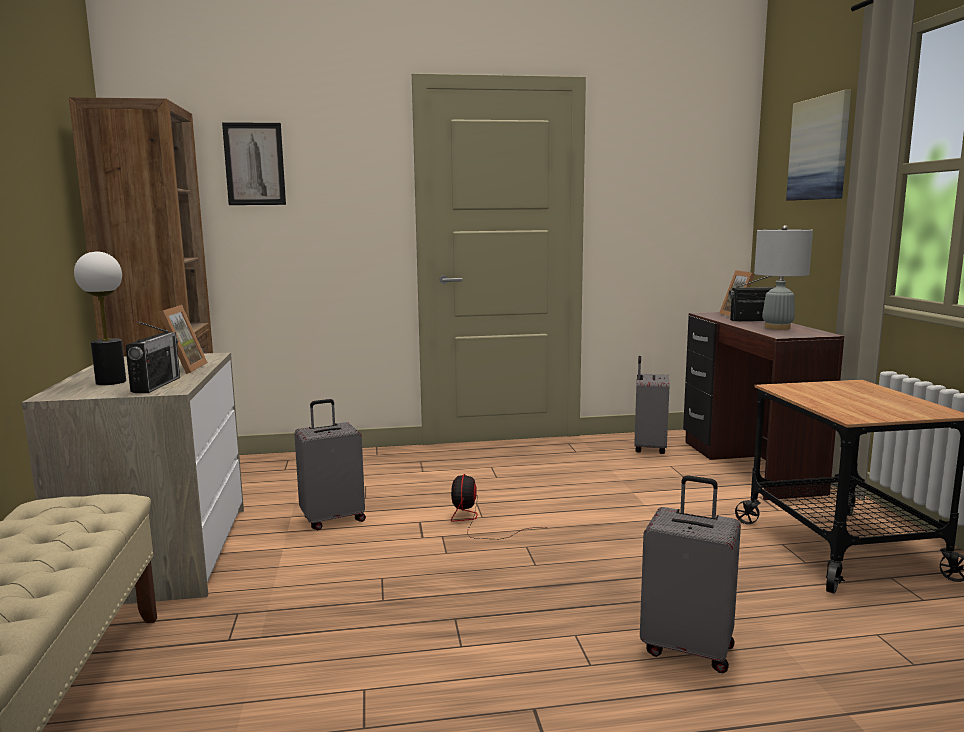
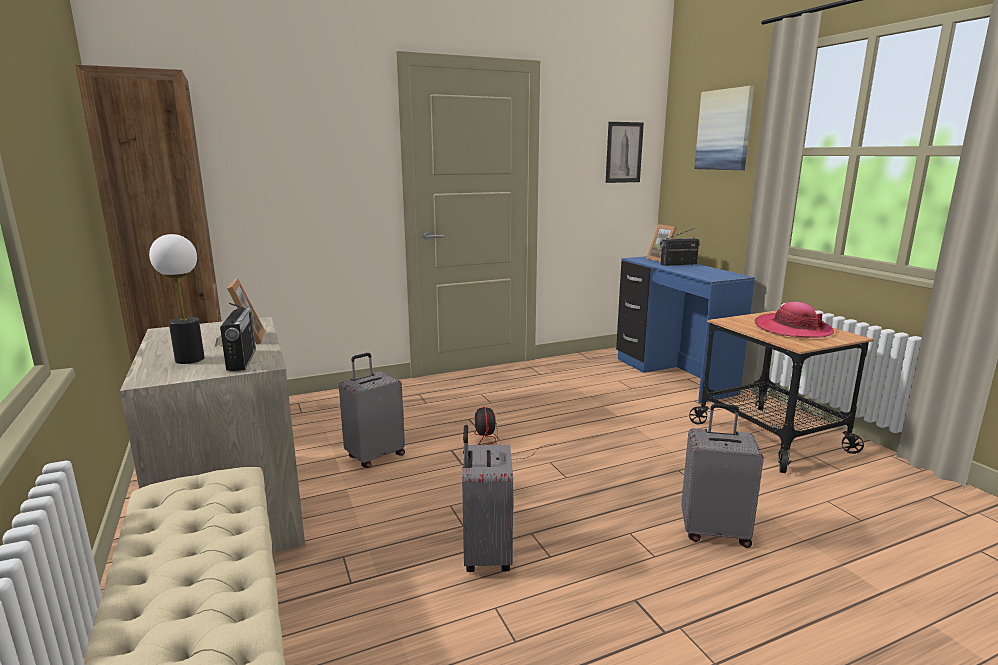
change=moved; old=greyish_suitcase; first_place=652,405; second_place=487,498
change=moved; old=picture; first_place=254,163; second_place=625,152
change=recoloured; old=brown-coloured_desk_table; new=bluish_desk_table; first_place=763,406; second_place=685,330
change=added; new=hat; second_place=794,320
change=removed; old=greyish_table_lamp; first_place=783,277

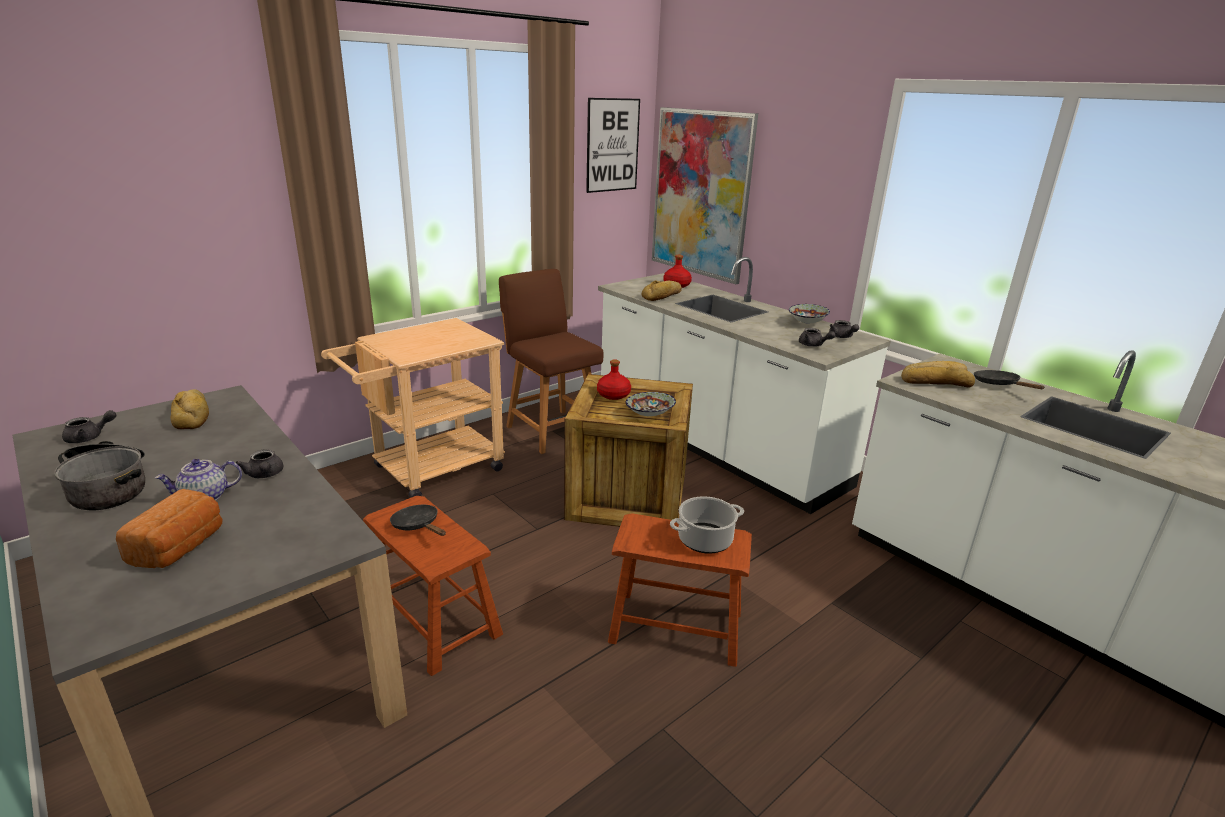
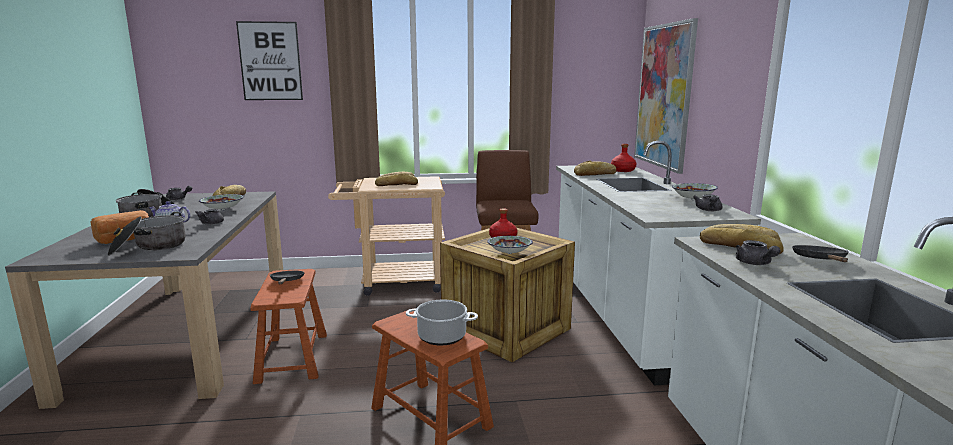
change=added; new=cooking_pot; second_place=146,234
change=added; new=deep_dish; second_place=221,202
change=moved; old=picture; first_place=613,145; second_place=269,60
change=added; new=bakery_bread; second_place=396,179
change=moved; old=greyish_teapot; first_place=817,337; second_place=758,252

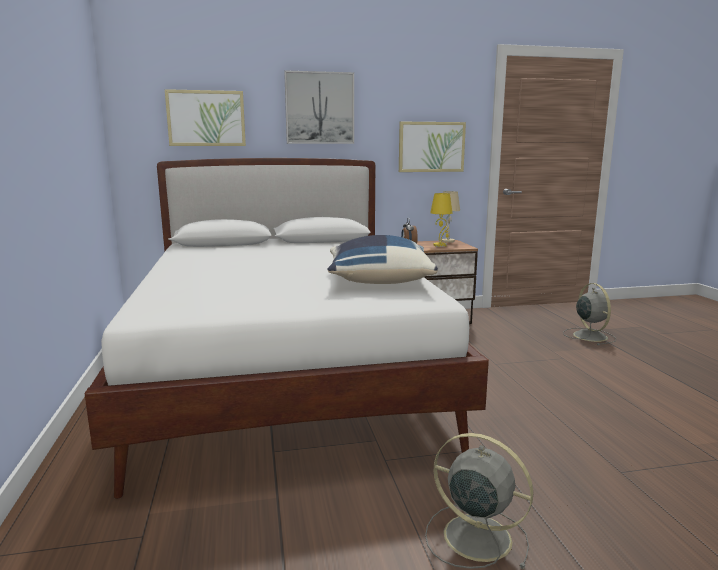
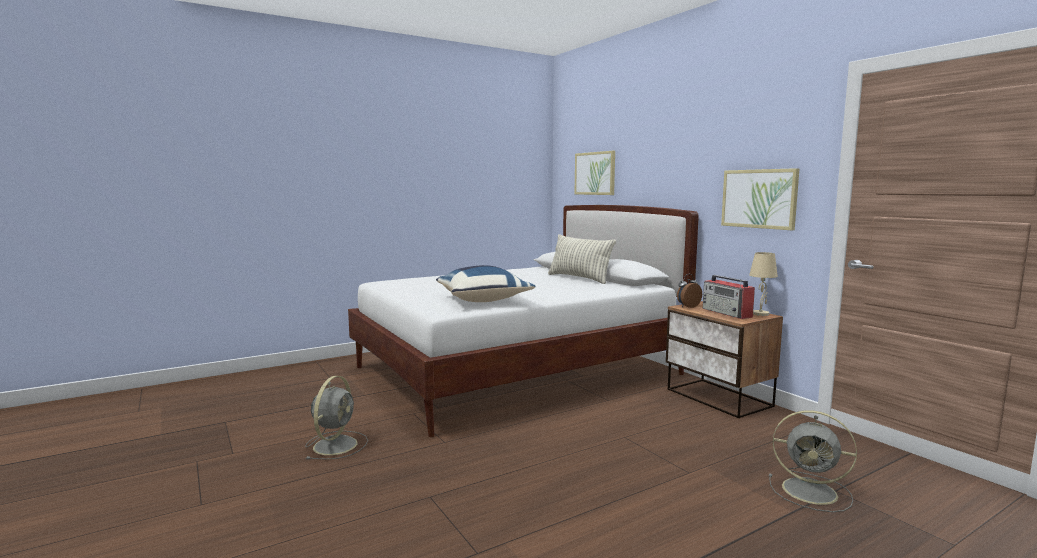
change=added; new=throw_pillow; second_place=582,259
change=replaced; old=yellow-coloured_table_lamp; new=radio_set; first_place=441,220; second_place=729,297
change=turned; old=greyish_electric_fan; first_place=589,314; second_place=813,461; degrees=60
change=removed; old=picture; first_place=319,107

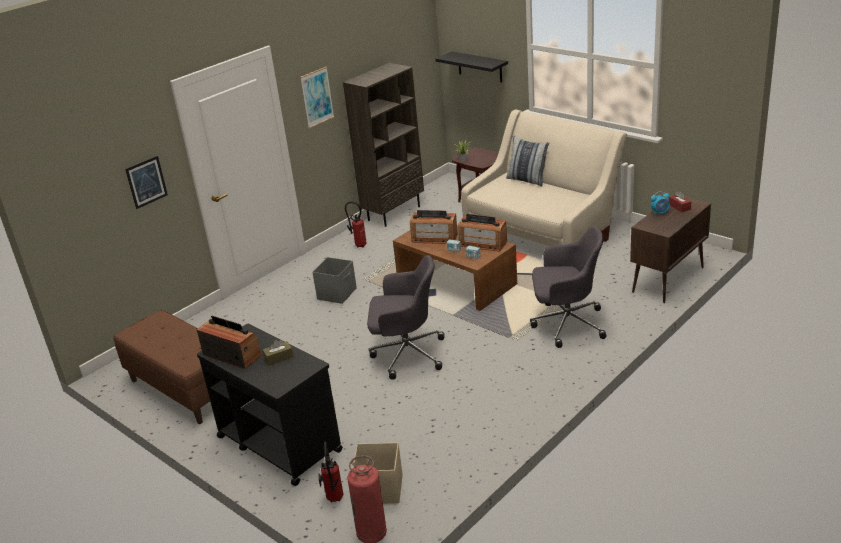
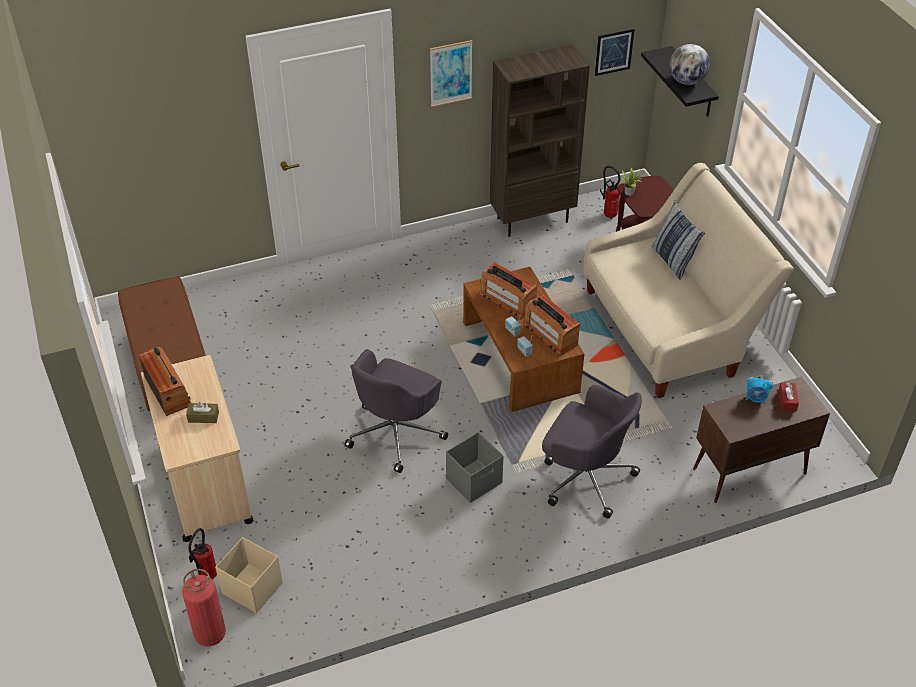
change=recoloured; old=black_cart; new=beige-coloured_cart; first_place=270,405; second_place=197,448
change=turned; old=greyish_office_chair; first_place=405,317; second_place=396,411; degrees=90
change=moved; old=greyish_storage_box; first_place=335,280; second_place=474,467
change=moved; old=picture; first_place=146,182; second_place=615,52
change=moved; old=extinguisher; first_place=356,224; second_place=610,192
change=added; new=globe; second_place=690,64

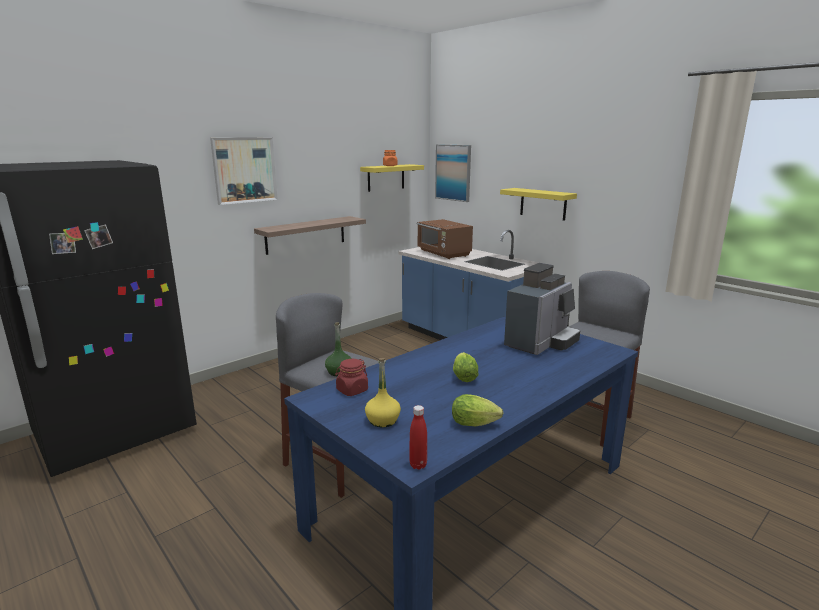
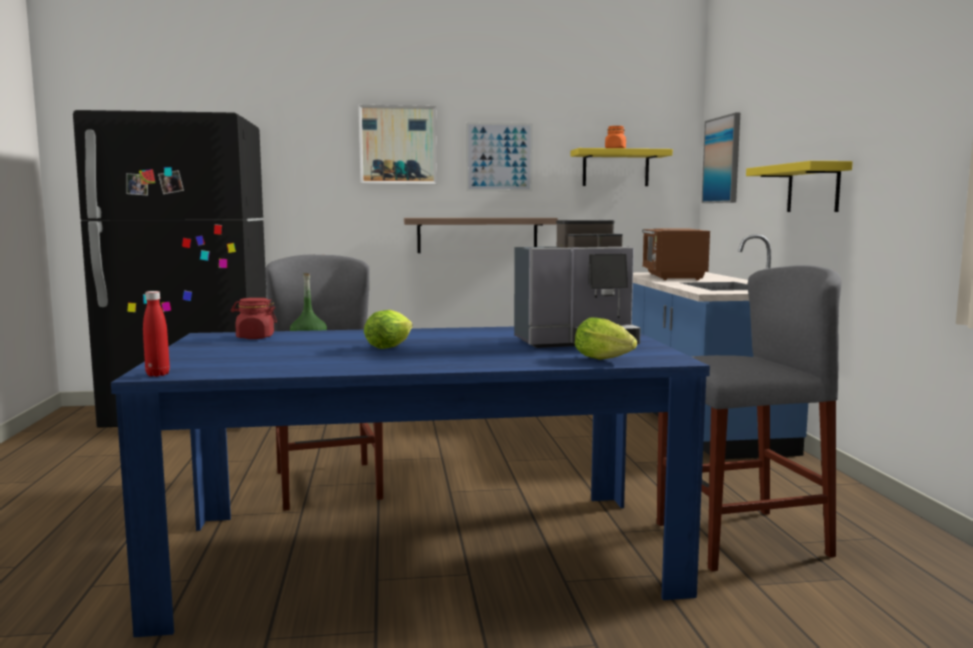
change=added; new=picture; second_place=499,156
change=moved; old=lettuce_head; first_place=477,410; second_place=606,338
change=removed; old=yellow-coloured_beverage_bottle; first_place=383,392

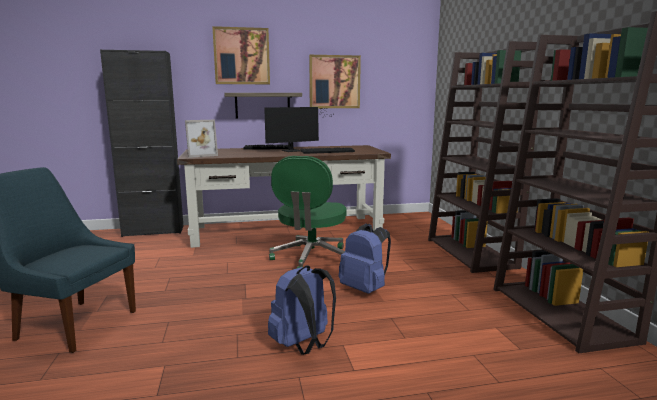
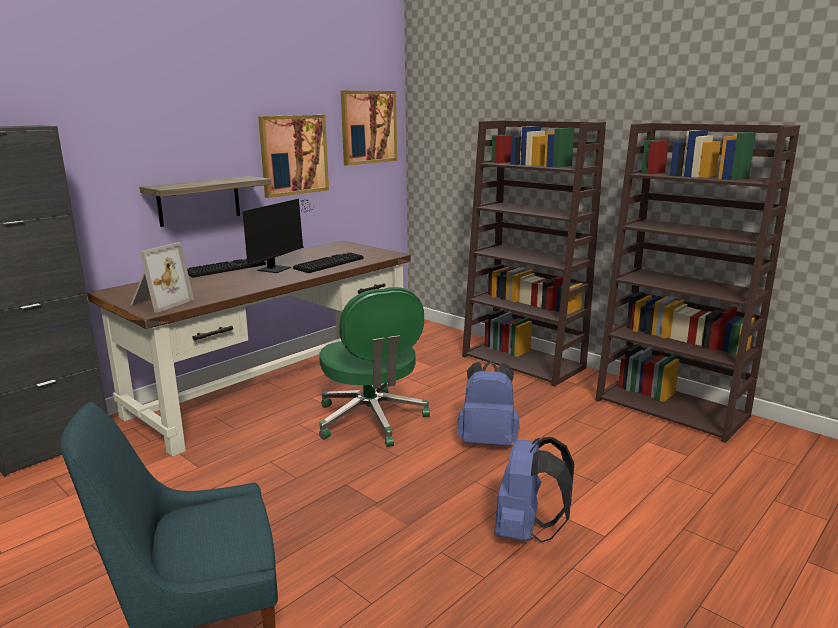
change=moved; old=picture; first_place=241,55; second_place=369,128

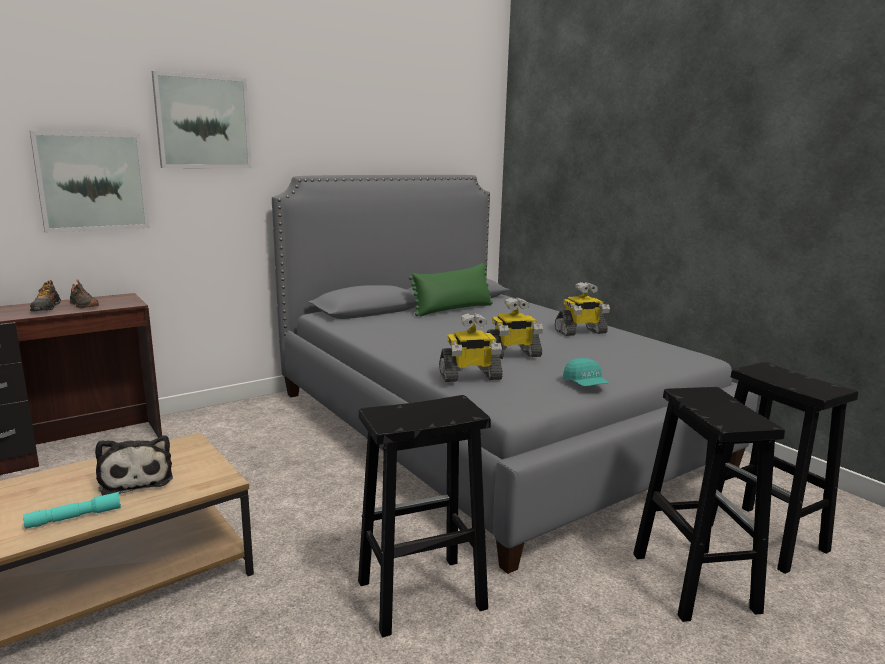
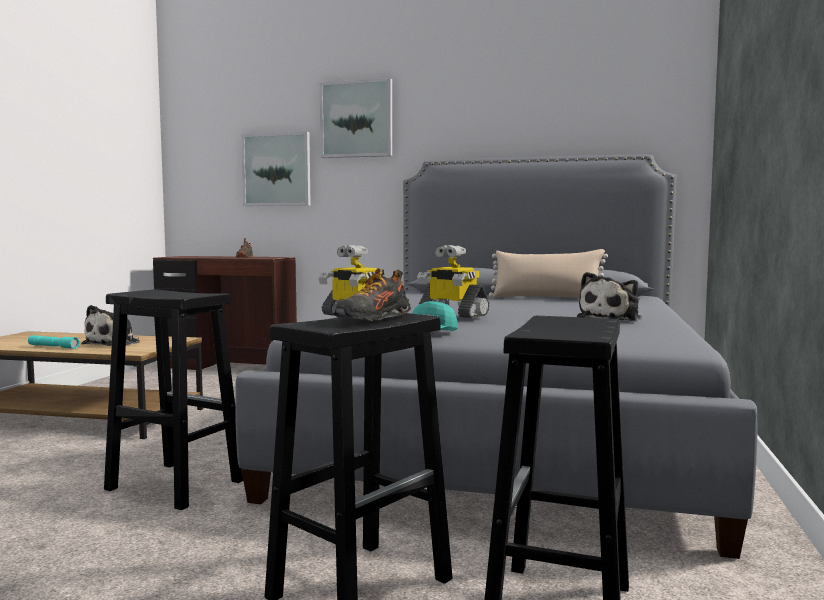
change=moved; old=shoe; first_place=45,296; second_place=372,294
change=recoloured; old=green_throw_pillow; new=beige-coloured_throw_pillow; first_place=451,289; second_place=548,273
change=replaced; old=model_robot; new=cuddly_toy; first_place=582,309; second_place=609,297

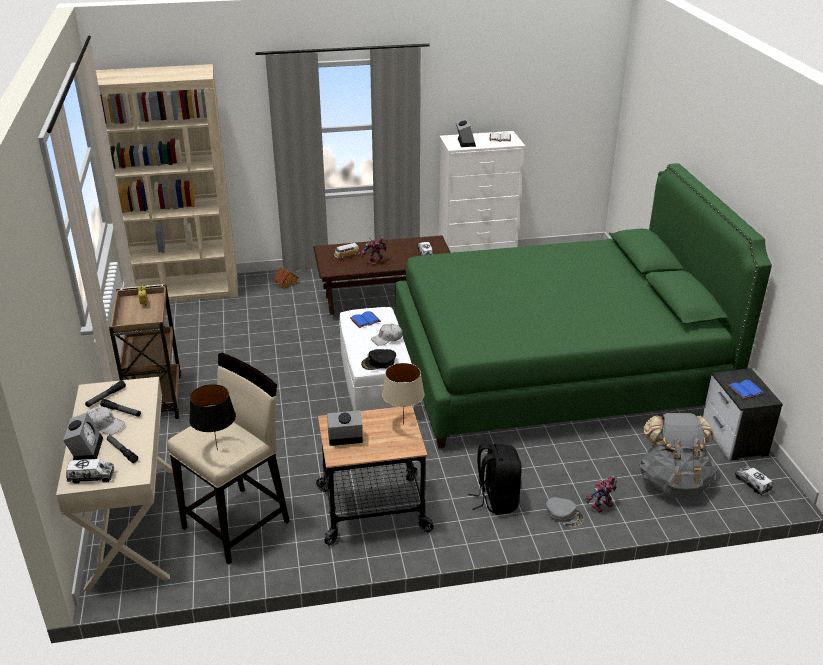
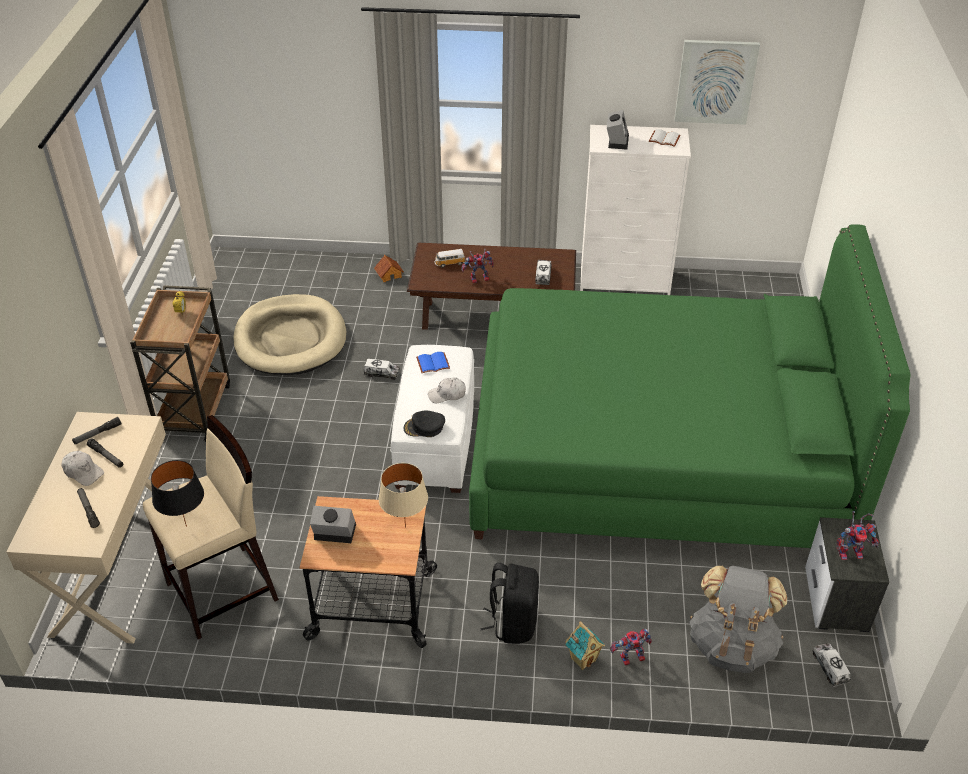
change=added; new=beige-coloured_pet_bed; second_place=289,334
change=moved; old=toy_truck; first_place=90,471; second_place=382,369
change=replaced; old=greyish_cap; new=miniature_house; first_place=564,512; second_place=585,645
change=added; new=picture; second_place=717,82
change=replaced; old=bluish_volume; new=model_robot; first_place=746,389; second_place=857,535
change=removed; old=alarm_clock; first_place=83,436
change=removed; old=beige-coloured_shelving_unit; first_place=167,183

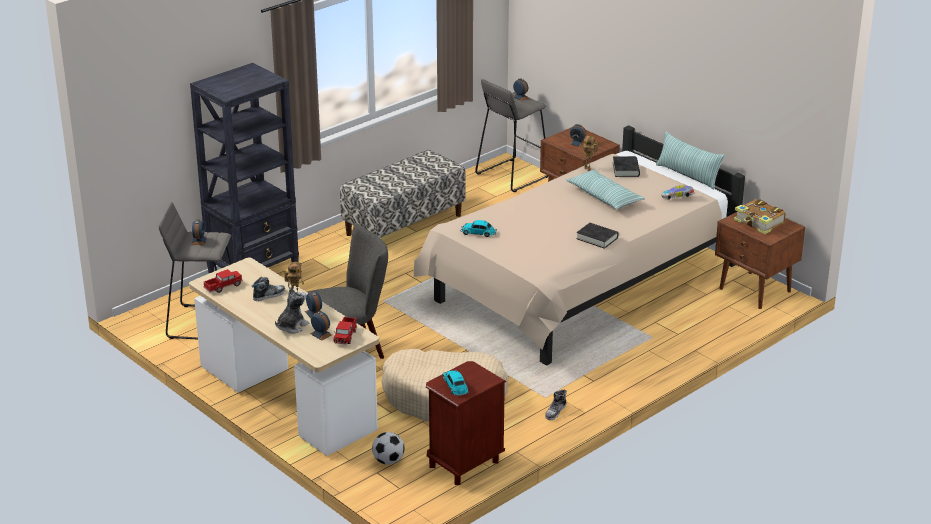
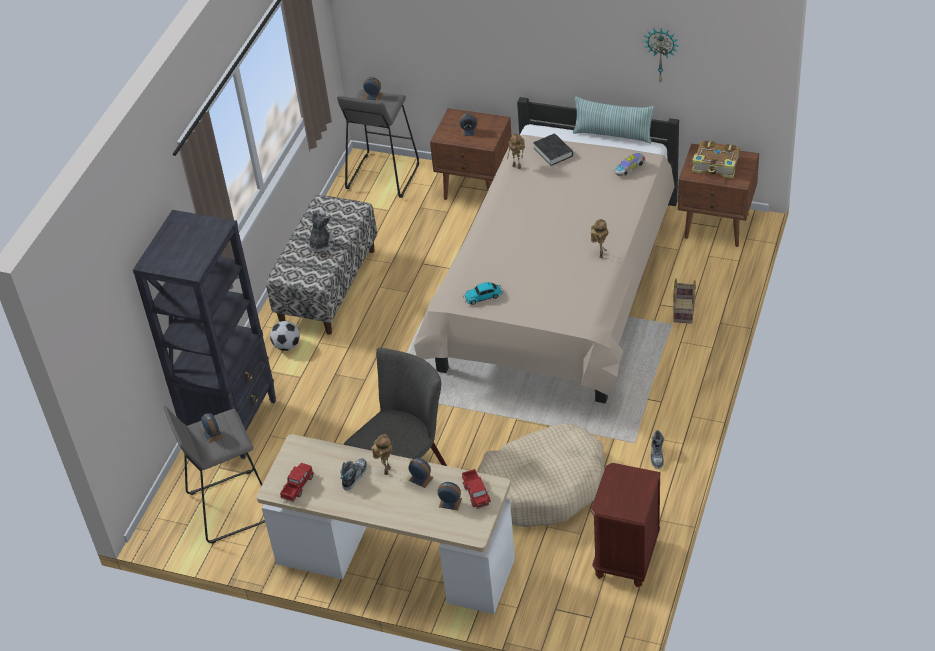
change=moved; old=football_ball; first_place=388,448; second_place=285,336
change=moved; old=cuddly_toy; first_place=292,310; second_place=320,231
change=replaced; old=black_volume; new=model_robot; first_place=597,236; second_place=599,238
change=added; new=hanging_clock; second_place=661,55
change=added; new=storage_basket; second_place=684,301
change=removed; old=toy_car; first_place=456,383
change=removed; old=throw_pillow; first_place=605,189

